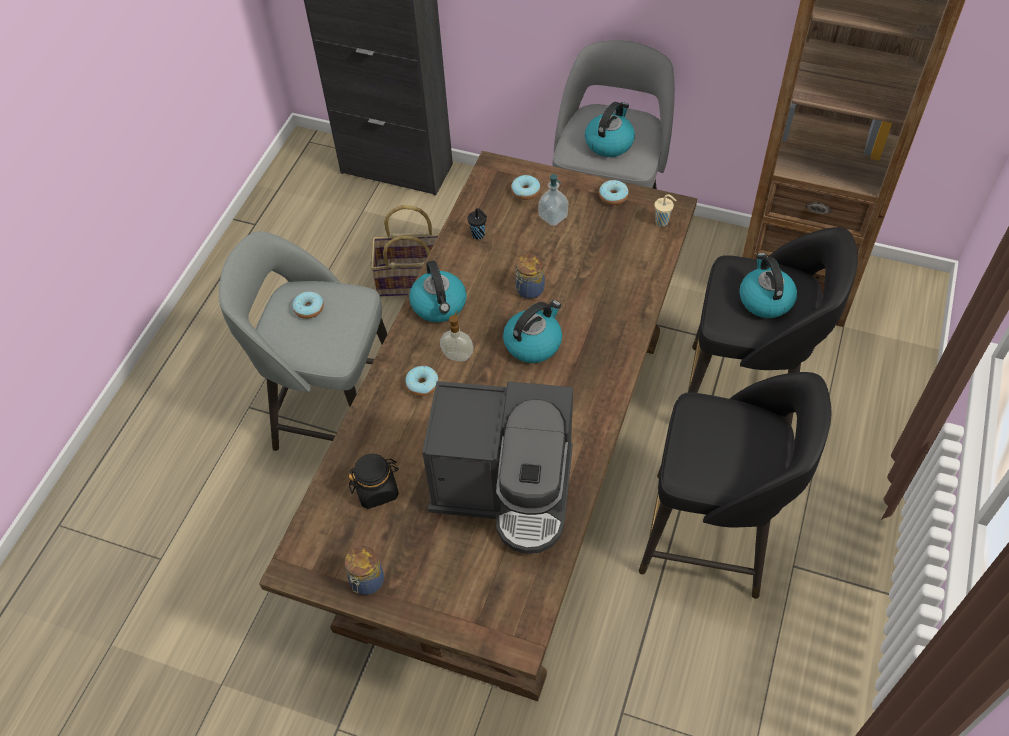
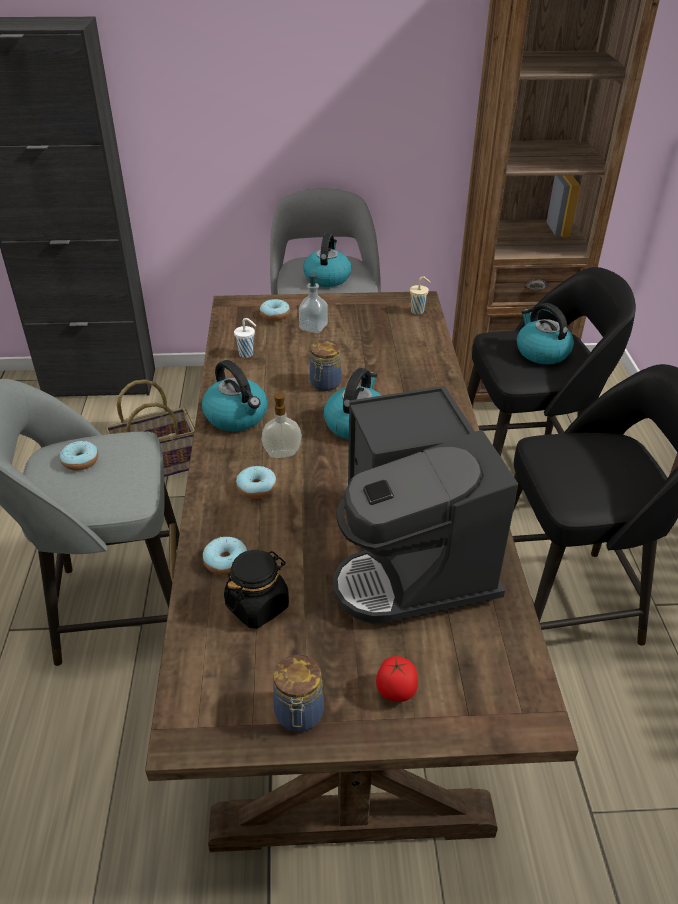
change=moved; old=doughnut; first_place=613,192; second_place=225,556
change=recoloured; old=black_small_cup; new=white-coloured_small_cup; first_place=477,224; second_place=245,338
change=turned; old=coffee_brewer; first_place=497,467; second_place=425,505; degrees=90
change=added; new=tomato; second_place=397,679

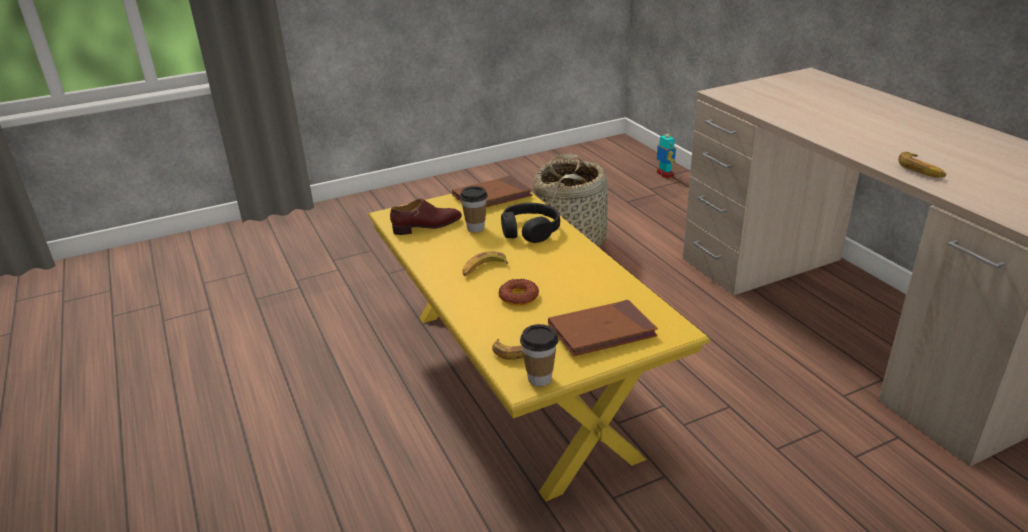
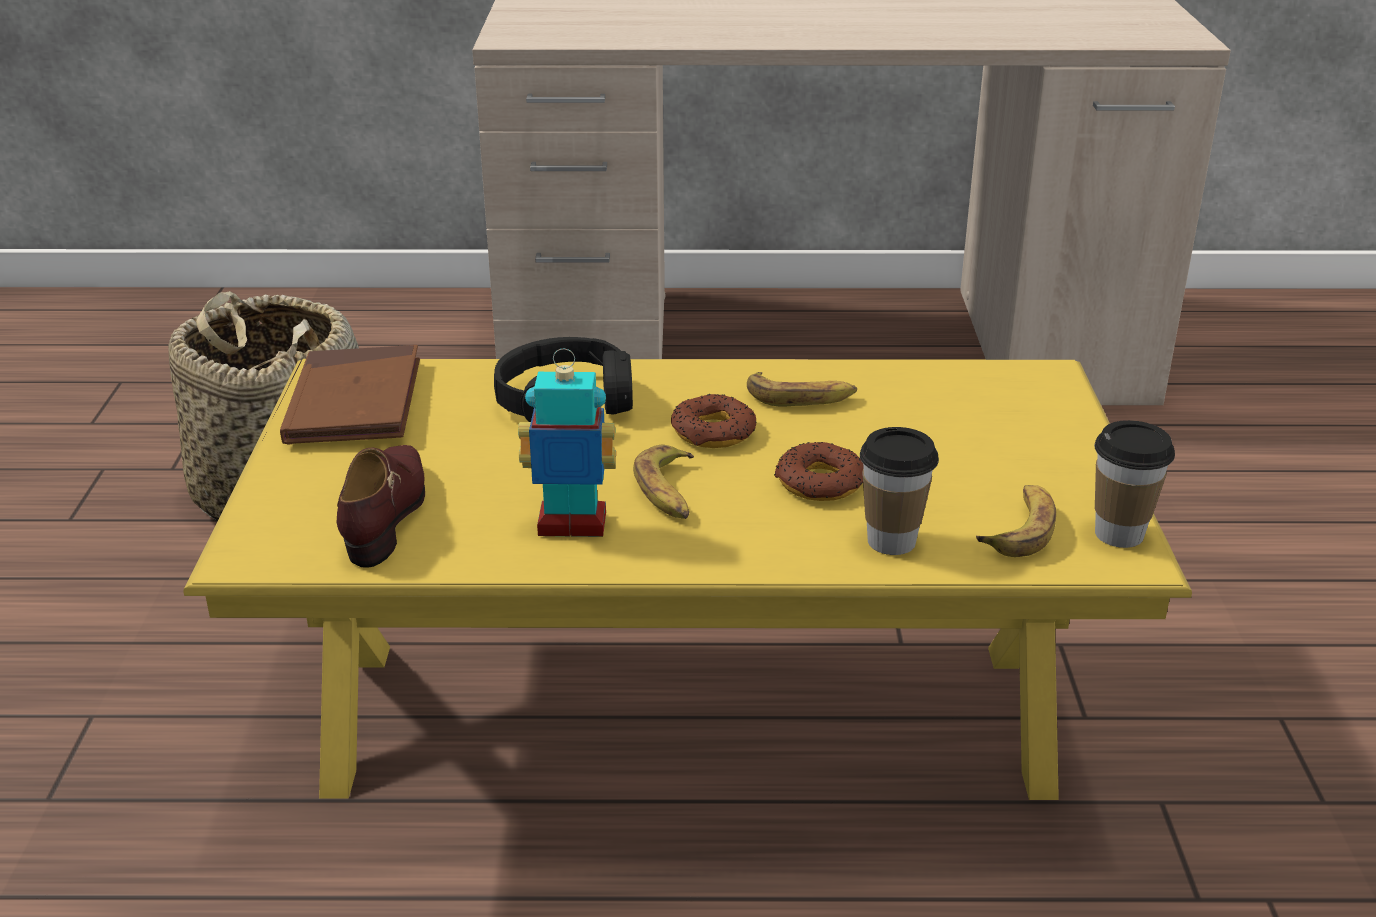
change=moved; old=model_robot; first_place=666,154; second_place=567,443
change=added; new=doughnut; second_place=714,421
change=moved; old=banana_fruit; first_place=922,164; second_place=802,389
change=moved; old=small_cup; first_place=474,209; second_place=899,491
change=removed; old=brown-coloured_volume; first_place=603,328

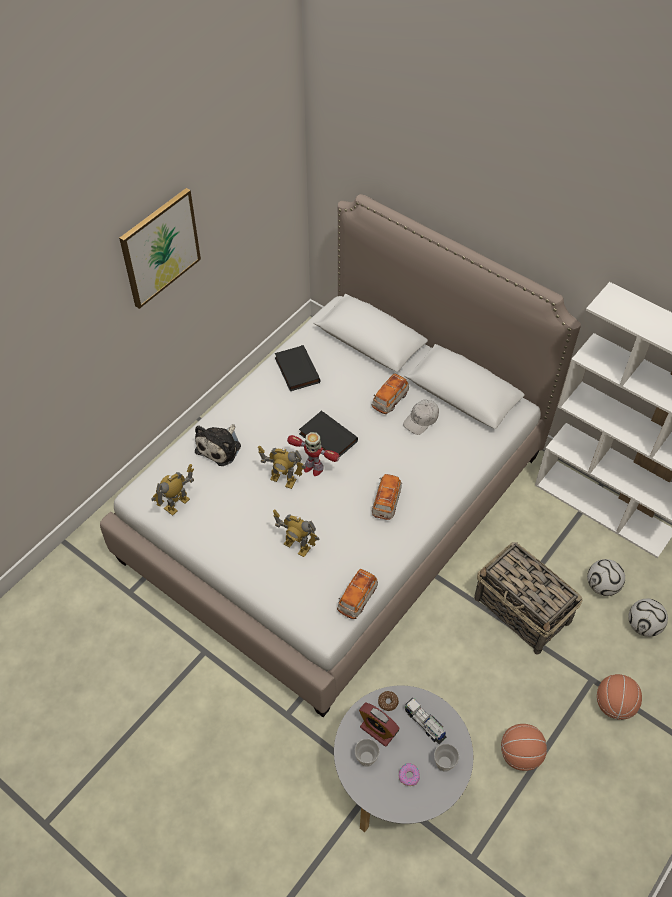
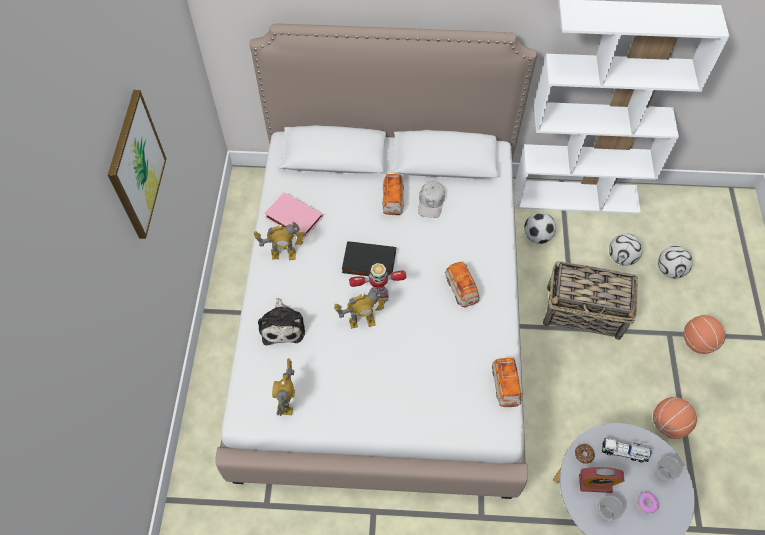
change=moved; old=model_robot; first_place=296,533; second_place=280,240
change=recoloured; old=black_volume; new=pink-coloured_volume; first_place=297,368; second_place=293,216
change=added; new=football_ball; second_place=540,228

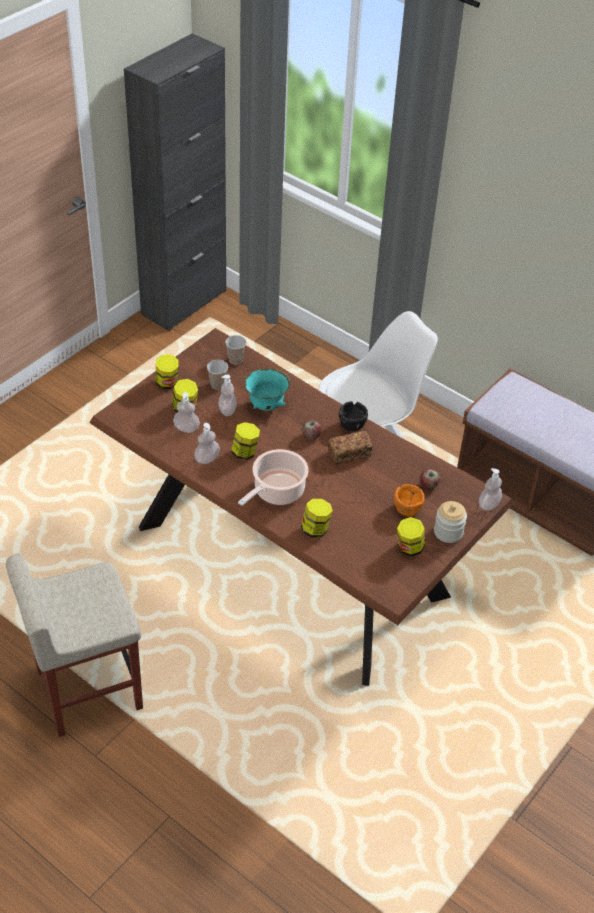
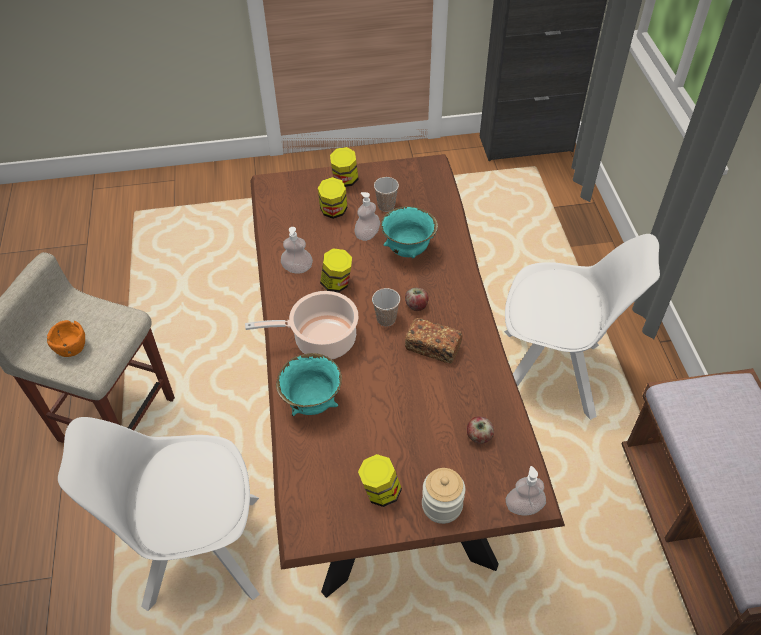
change=moved; old=orangey_deep_dish; first_place=409,500; second_place=66,338
change=added; new=white-coloured_upright_chair; second_place=159,514
change=replaced; old=preserve_jar; new=turquoise_deep_dish; first_place=317,518; second_place=309,384
change=moved; old=small_cup; first_place=235,350; second_place=386,307
change=removed; old=soap_bottle; first_place=186,412
change=removed; old=black_deep_dish; first_place=353,416

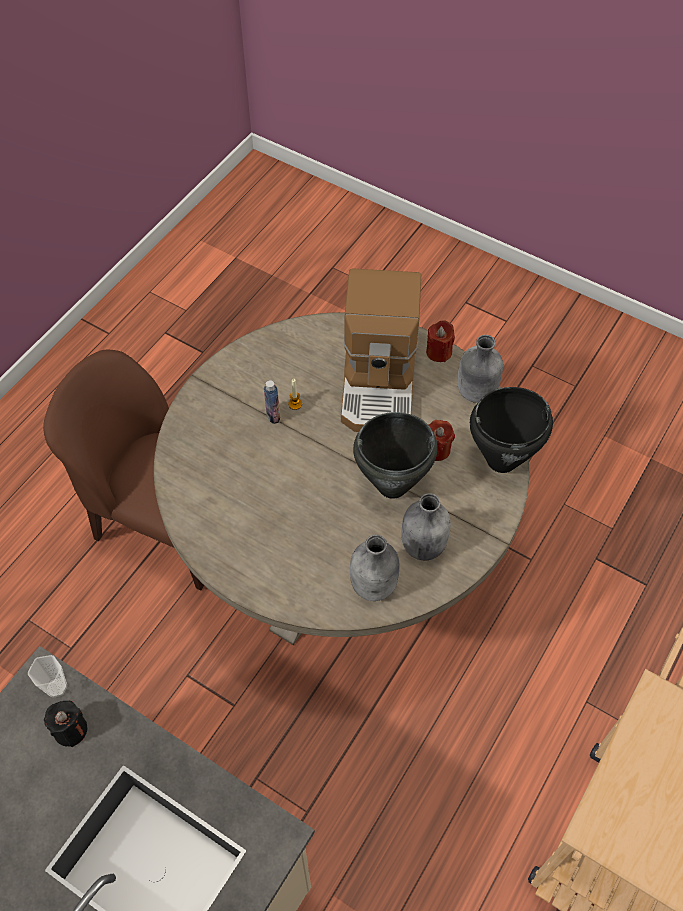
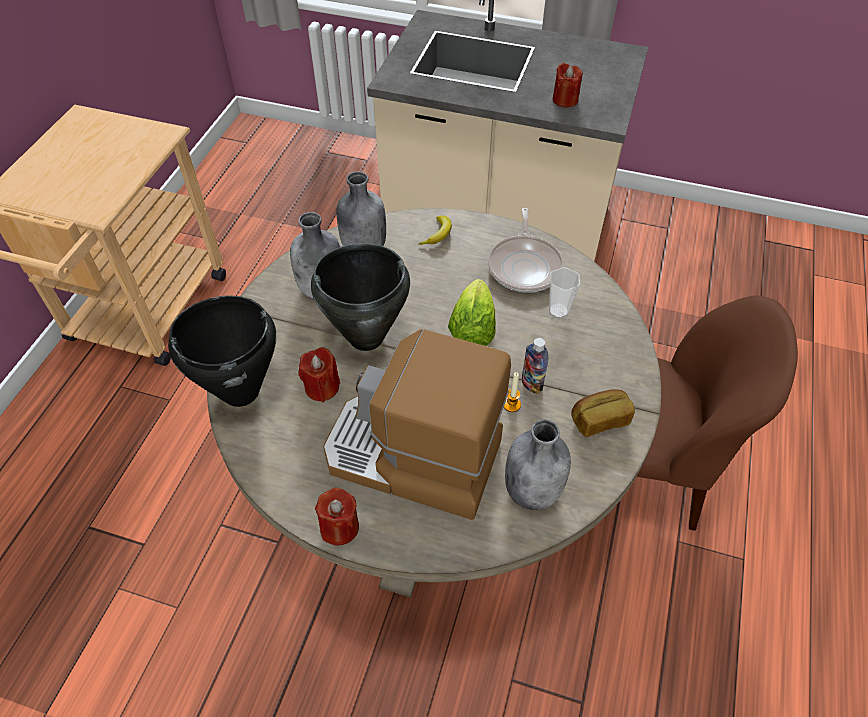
change=turned; old=coffee_brewer; first_place=381,350; second_place=417,424; degrees=-60
change=added; new=banana_fruit; second_place=435,230
change=added; new=lettuce_head; second_place=472,312
change=added; new=skillet; second_place=526,250
change=moved; old=greyish_beverage_bottle; first_place=480,369; second_place=538,464
change=moved; old=small_cup; first_place=47,676; second_place=564,293
change=recoloured; old=black_wax_candle; new=red_wax_candle; first_place=65,724; second_place=568,85
change=added; new=bakery_bread; second_place=603,413

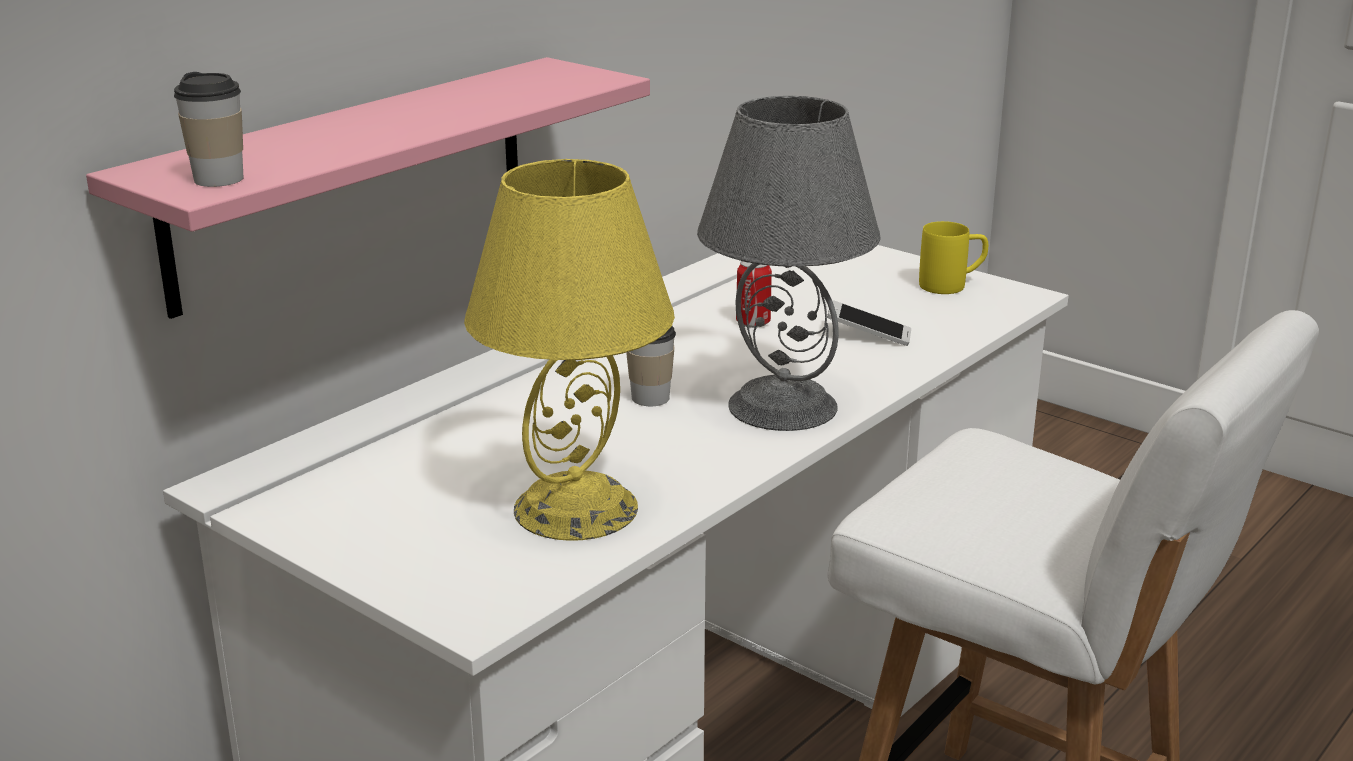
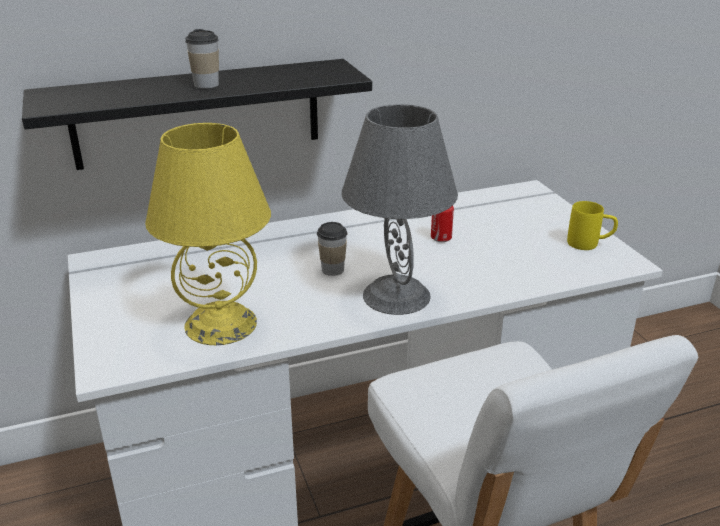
change=recoloured; old=pink-coloured_bracket_shelf; new=black_bracket_shelf; first_place=368,188; second_place=197,114
change=moved; old=small_cup; first_place=208,129; second_place=202,59
change=removed; old=handset; first_place=869,323

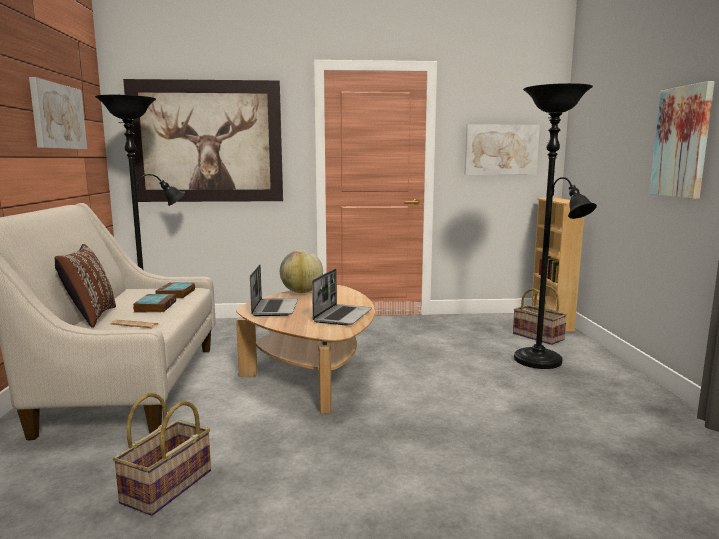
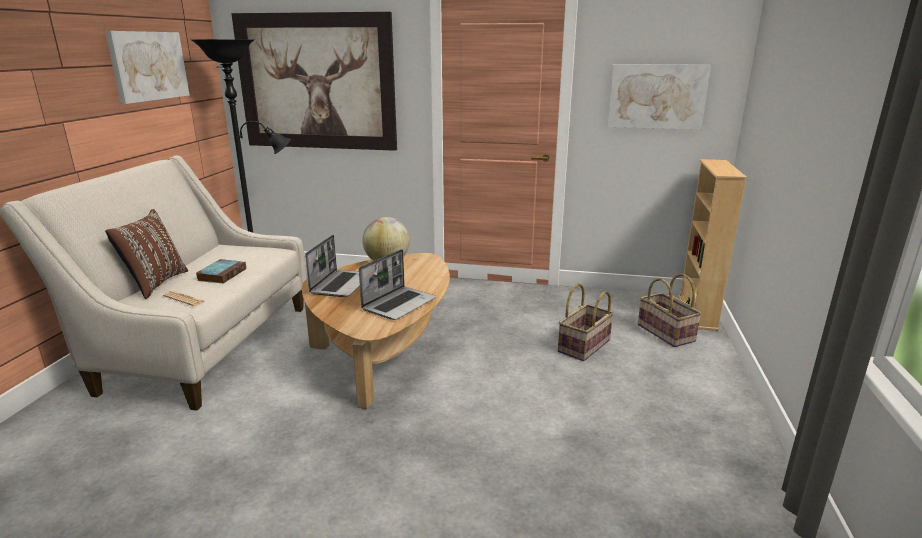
change=moved; old=storage_basket; first_place=162,454; second_place=586,322
change=removed; old=volume; first_place=175,290
change=removed; old=black_floor_lamp; first_place=555,226
change=removed; old=picture; first_place=682,140

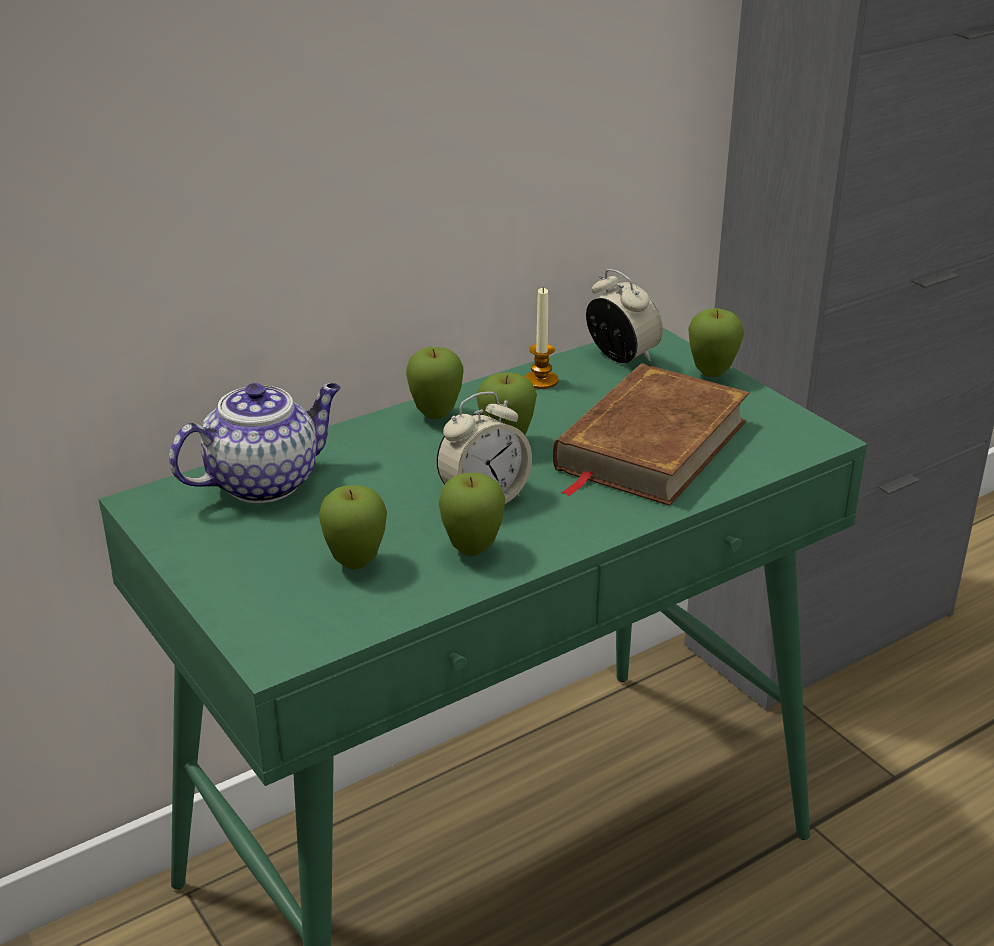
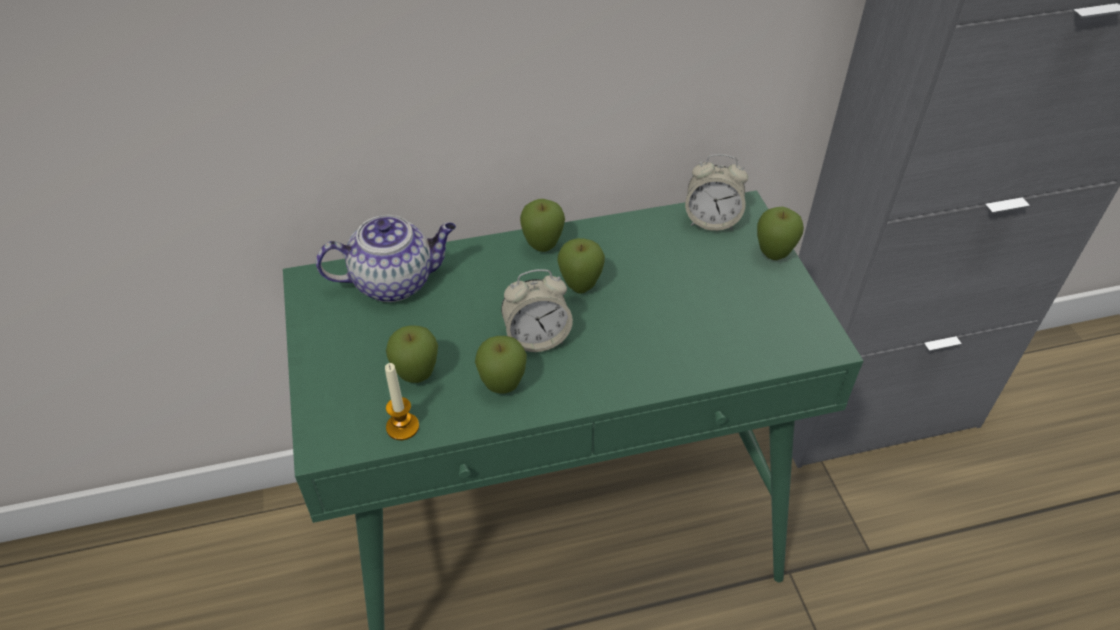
change=moved; old=wax_candle; first_place=542,338; second_place=402,401
change=turned; old=alarm_clock; first_place=624,316; second_place=716,192; degrees=120
change=removed; old=brown-coloured_volume; first_place=651,434

